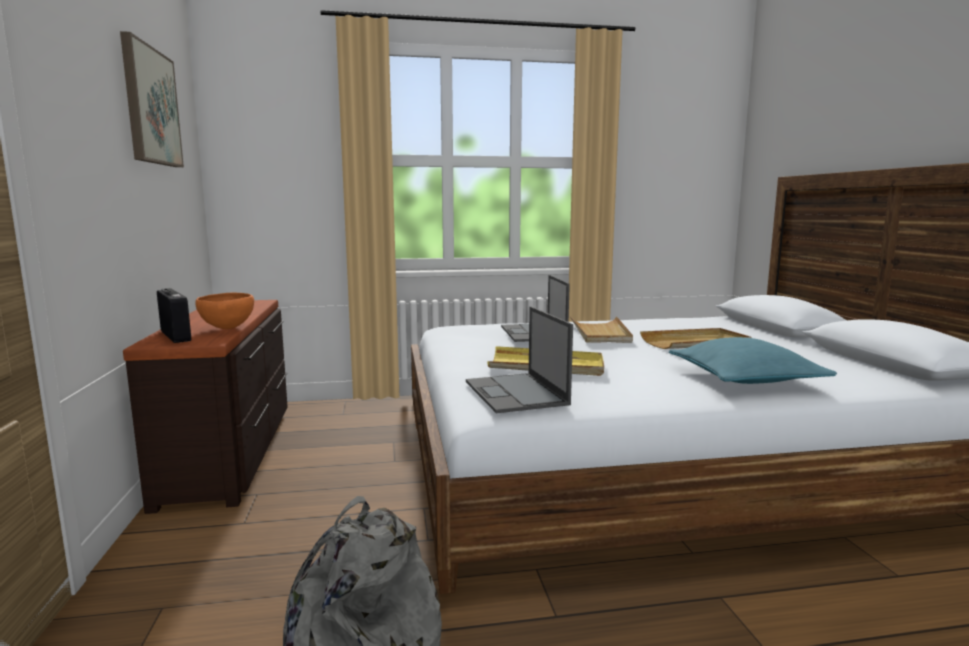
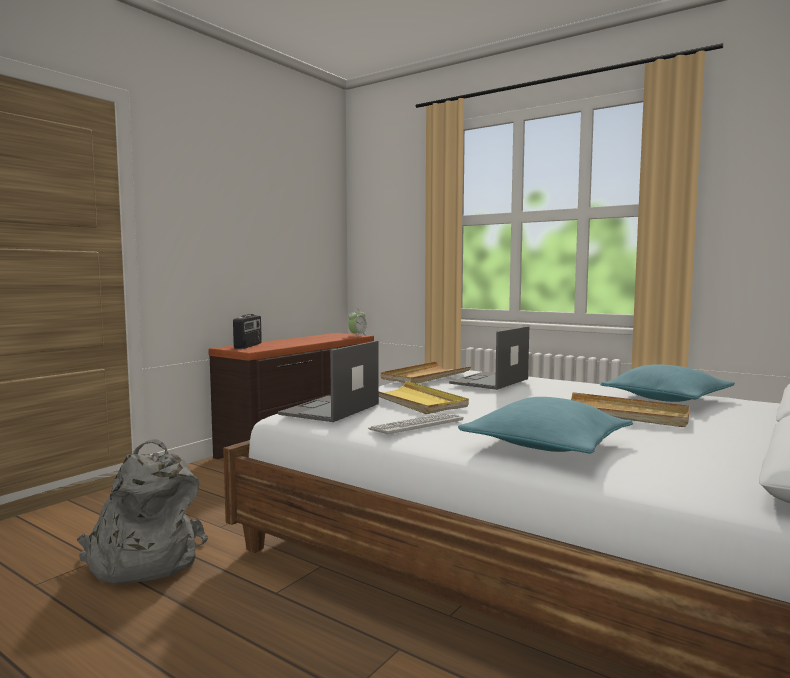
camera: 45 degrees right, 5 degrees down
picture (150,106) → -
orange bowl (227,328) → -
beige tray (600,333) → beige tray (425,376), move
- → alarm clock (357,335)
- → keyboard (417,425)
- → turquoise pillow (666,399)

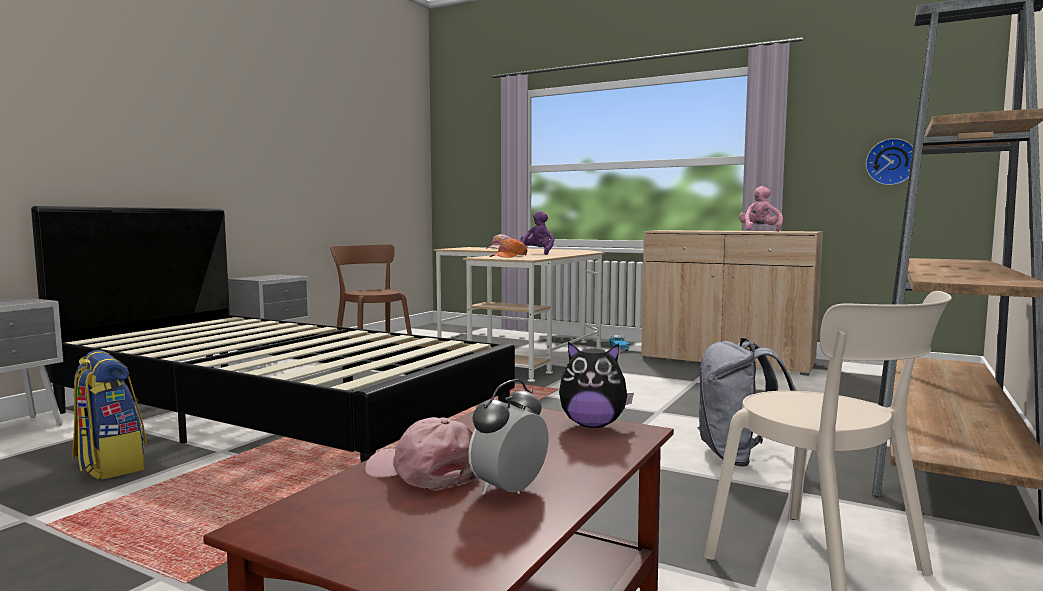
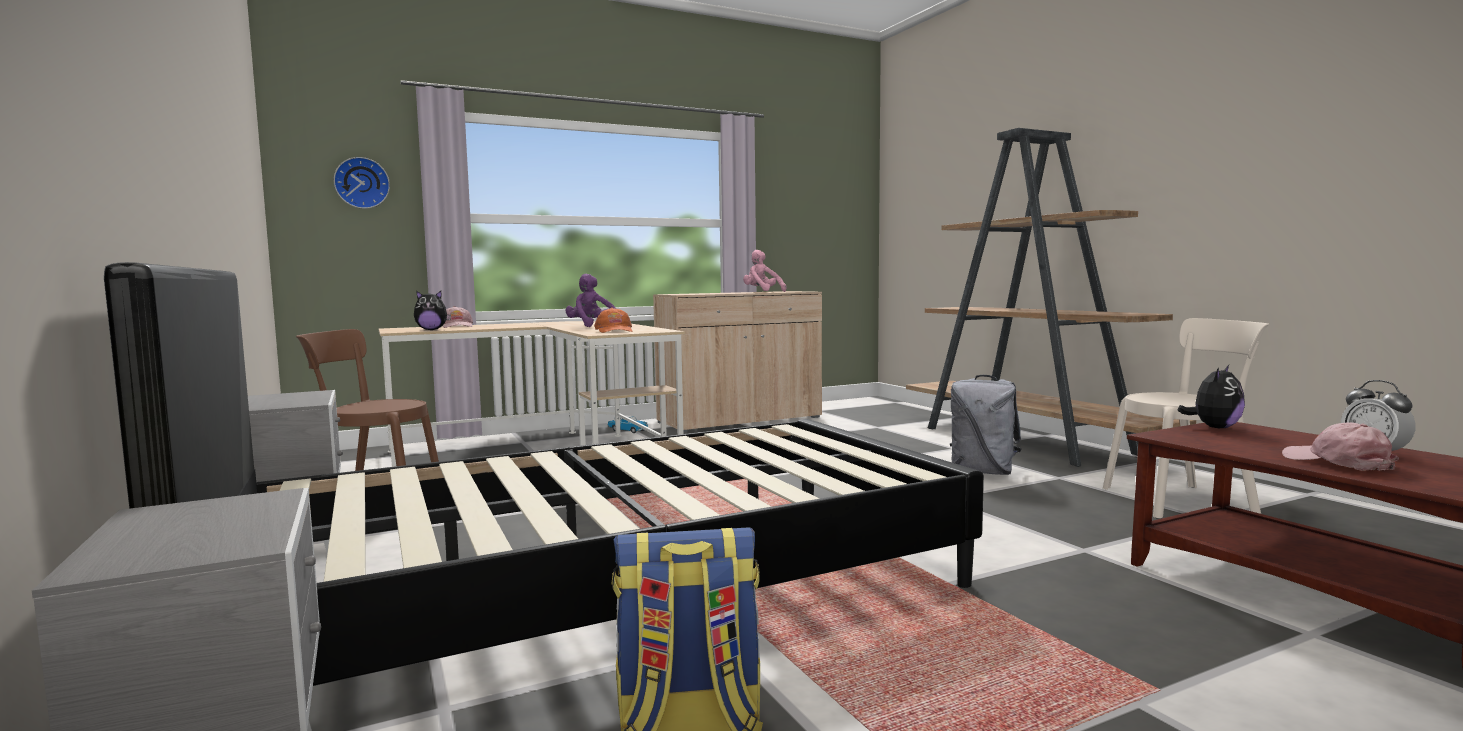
camera: 55 degrees left, 0 degrees up
pink cap (424,471) → pink cap (1338,462), 90 degrees clockwise
wall clock (891,162) → wall clock (362,183), move
- → plush toy (431,330)

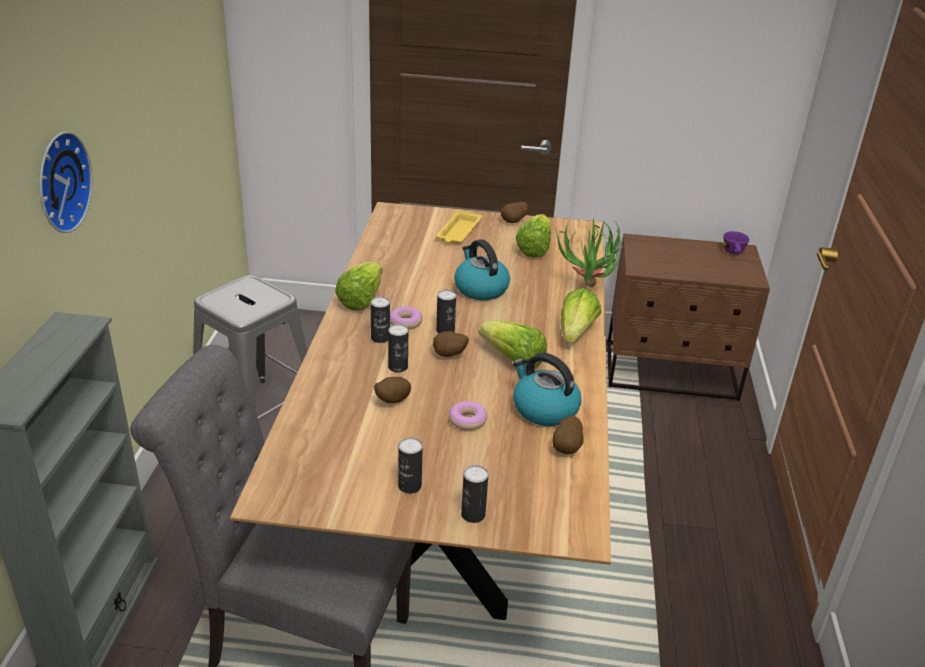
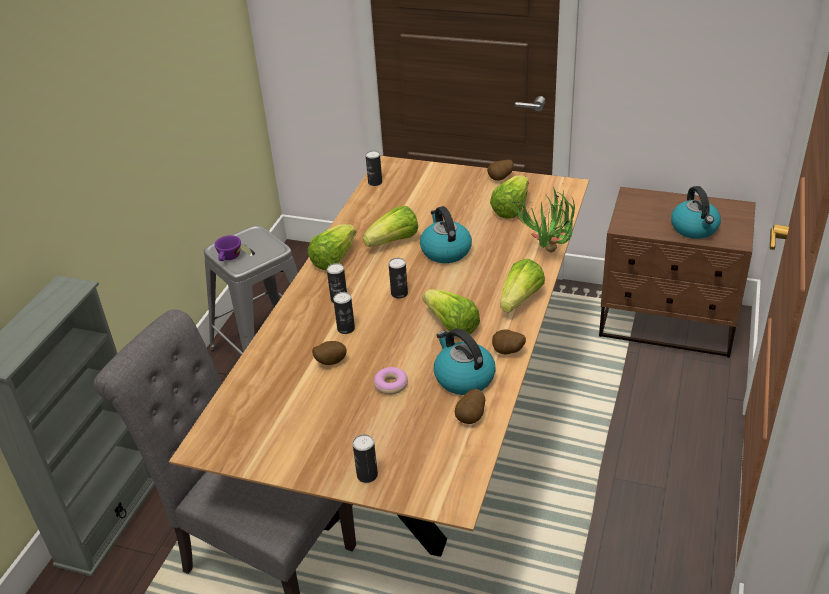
camera: 15 degrees right, 5 degrees up
wall clock (58,181) → -
donut (405,322) → -
can (409,486) → can (375,182), move
potato (449,356) → potato (507,352), move
yellow tray (458,232) → -
purple cup (734,253) → purple cup (229,258), move
- → lettuce (394,241)
- → kettle (695,229)

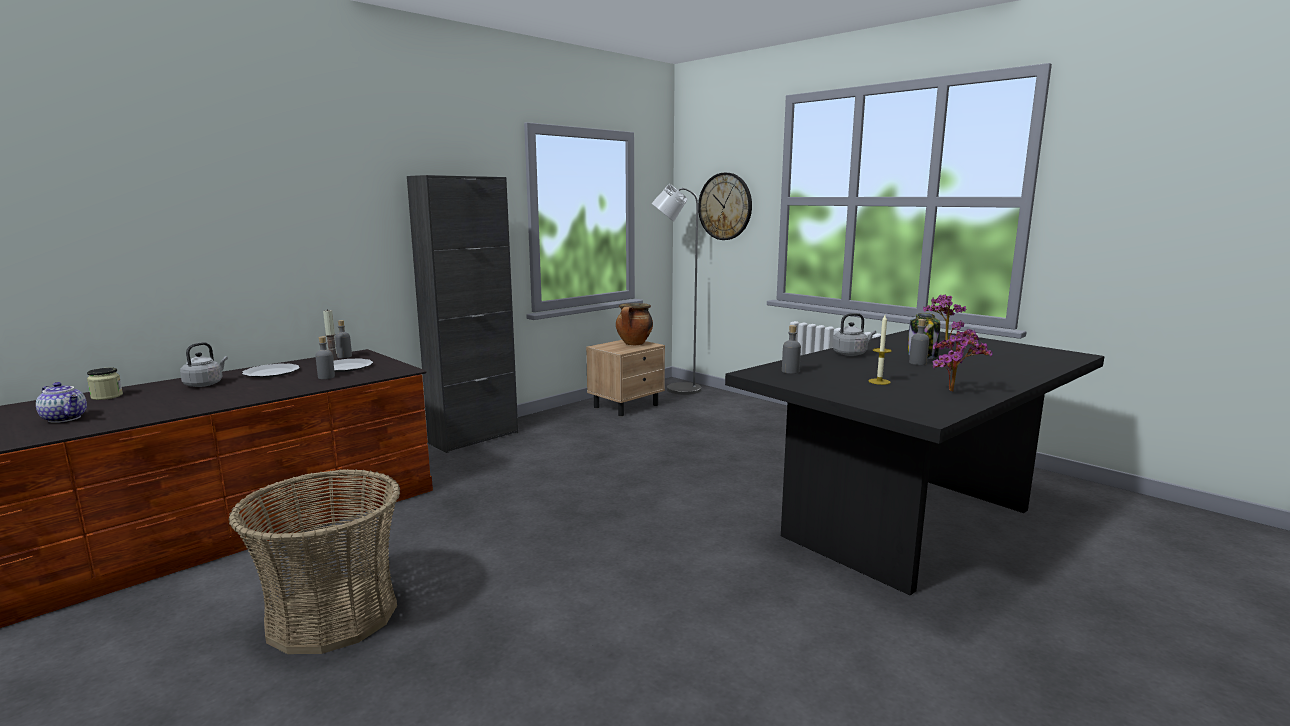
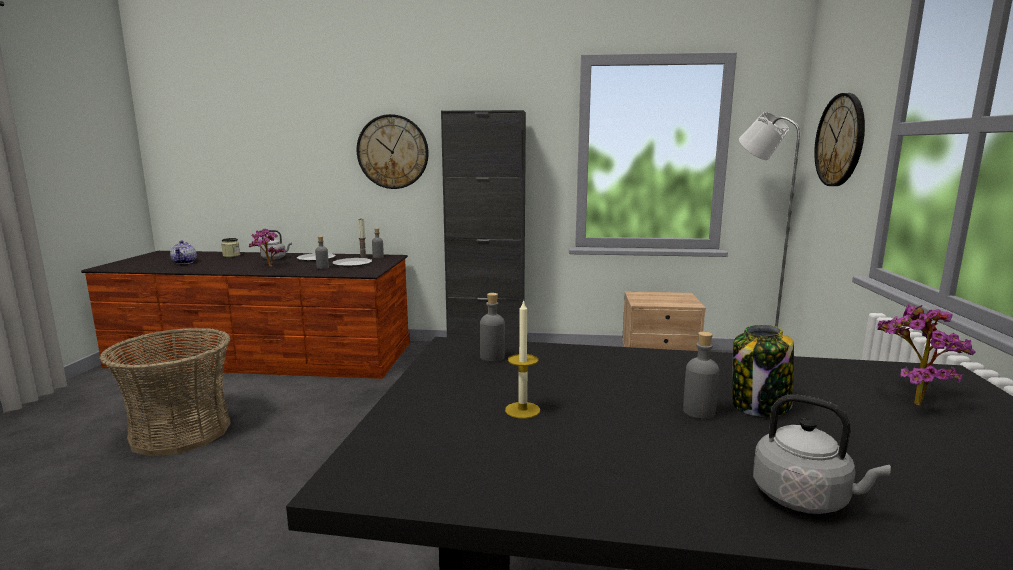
camera: 50 degrees right, 0 degrees up
cooking pot (634,344) → -
grey kettle (851,354) → grey kettle (805,499), move
potted plant (955,392) → potted plant (268,267), move
- → wall clock (393,152)

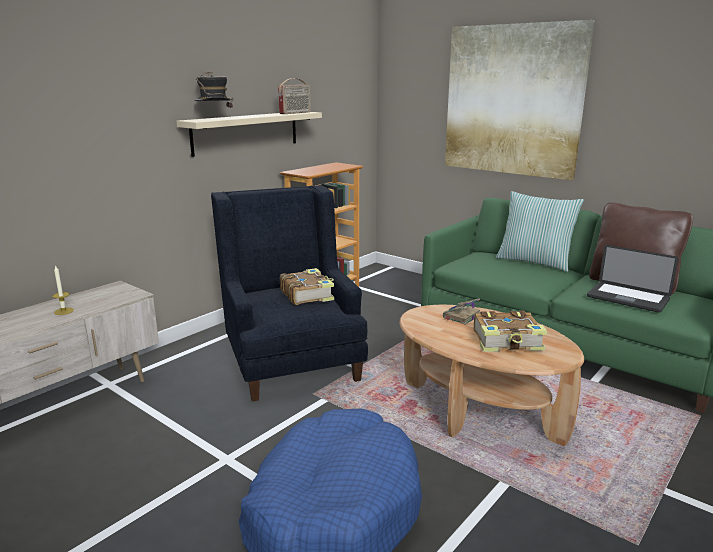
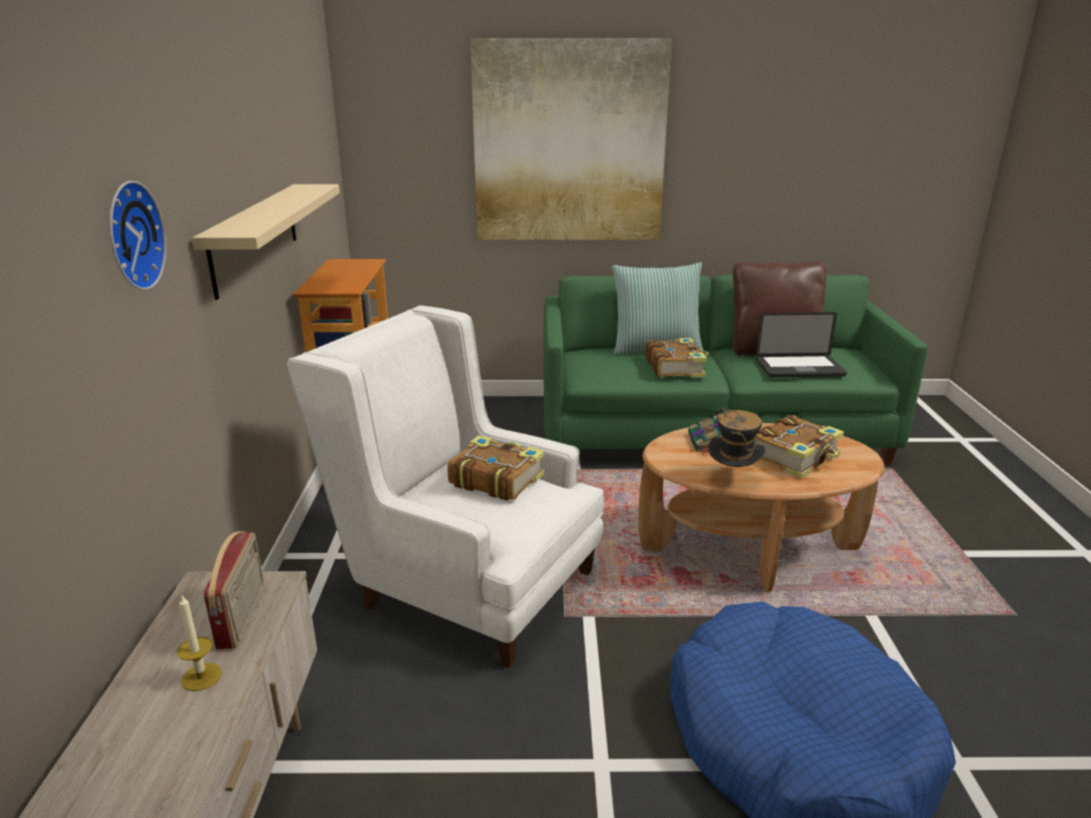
camera: 40 degrees left, 5 degrees up
hat (215,119) → hat (733,478), move
blue armchair (290,359) → white armchair (464,582)
radio (295,113) → radio (243,616), move
- → wall clock (130,236)
- → book (675,367)

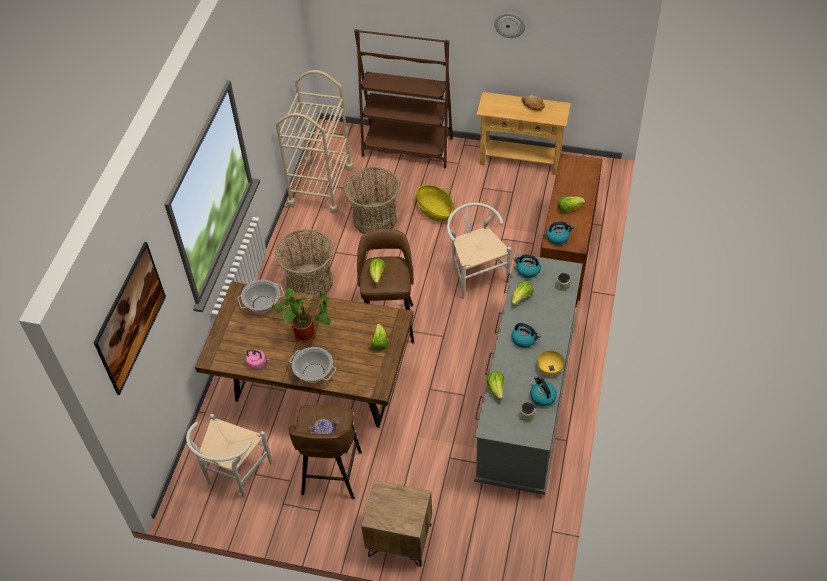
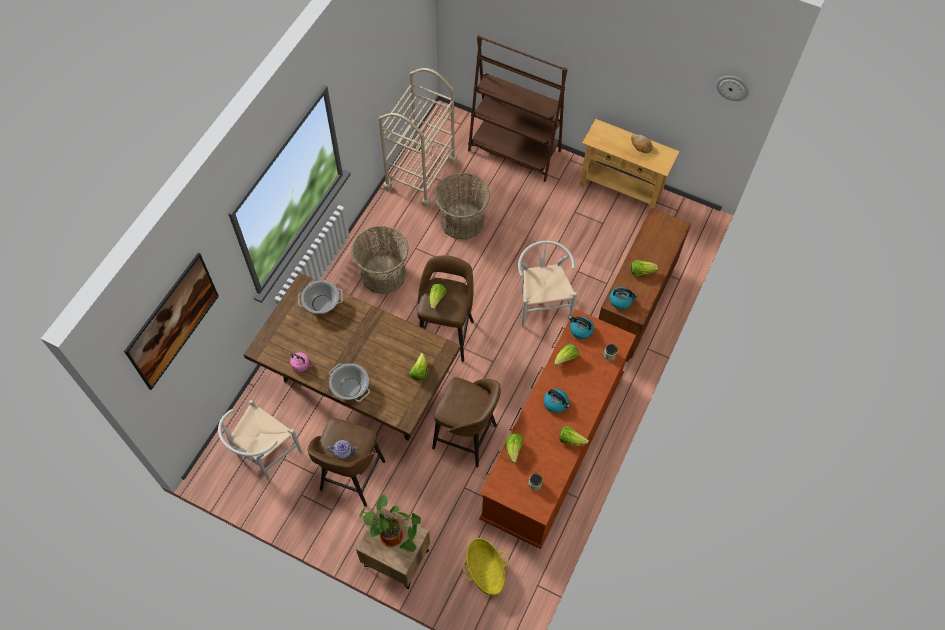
camera: 10 degrees right, 10 degrees up
potted plant (307,334) → potted plant (394,536), move
basket (435,211) → basket (485,570), move
grey dresser (526,399) → brown dresser (552,446)
wall clock (509,24) → wall clock (733,87), move
kettle (542,396) → -
yellow bowl (549,368) → lettuce (571,439)
- → brown stool (466,438)

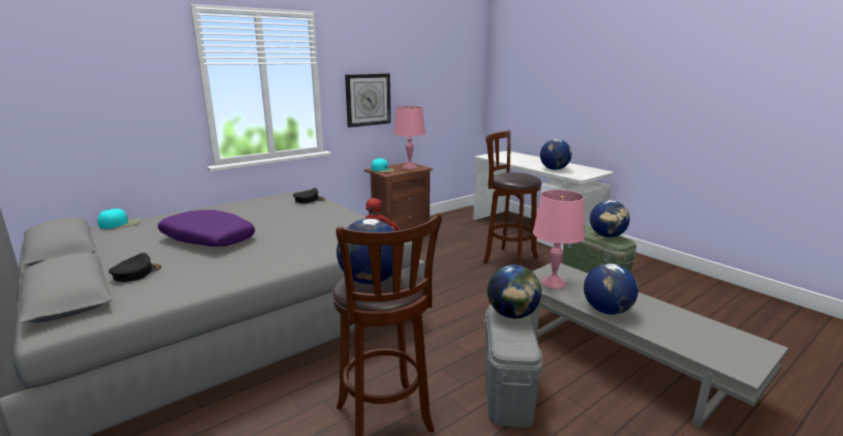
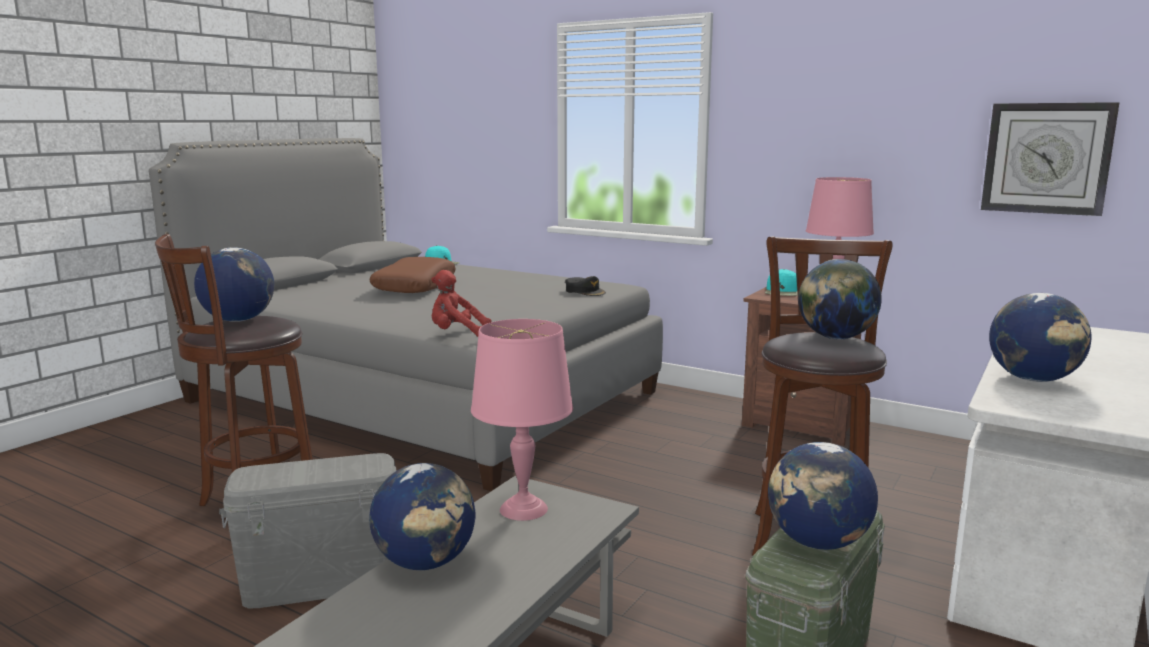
camera: 70 degrees right, 5 degrees down
black cap (136,273) → -
purple pillow (207,239) → brown pillow (414,287)
wall clock (368,99) → wall clock (1047,158), move
globe (512,315) → globe (835,338), move

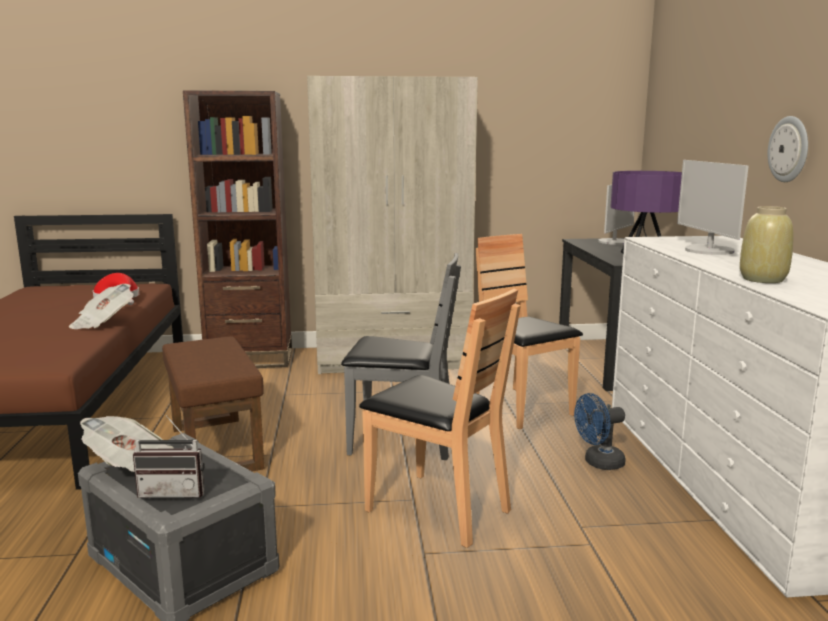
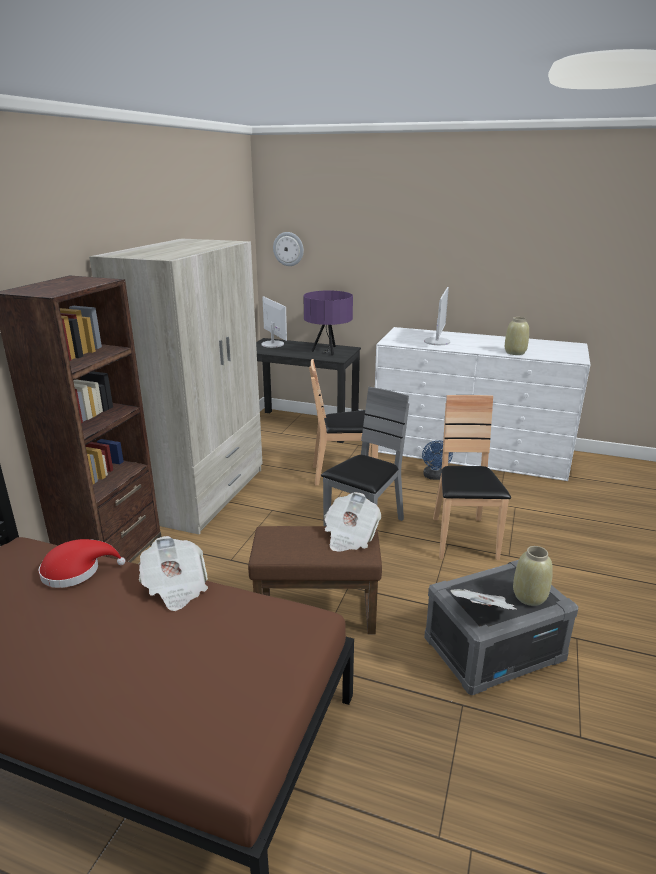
camera: 65 degrees left, 10 degrees up
radio (174,491) → beige vase (529,596)
brown chair (437,509) → brown chair (463,538), 60 degrees counterclockwise
monitor (708,251) → monitor (437,341), 90 degrees counterclockwise
wall clock (789,149) → wall clock (288,249), move
- → newspaper (350,536)

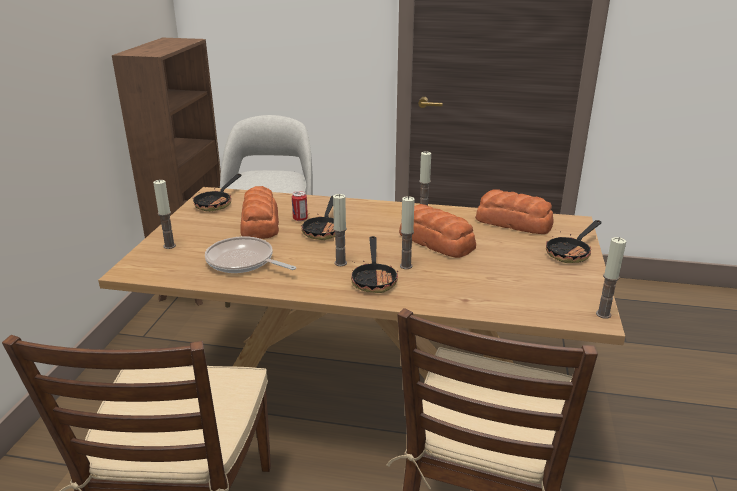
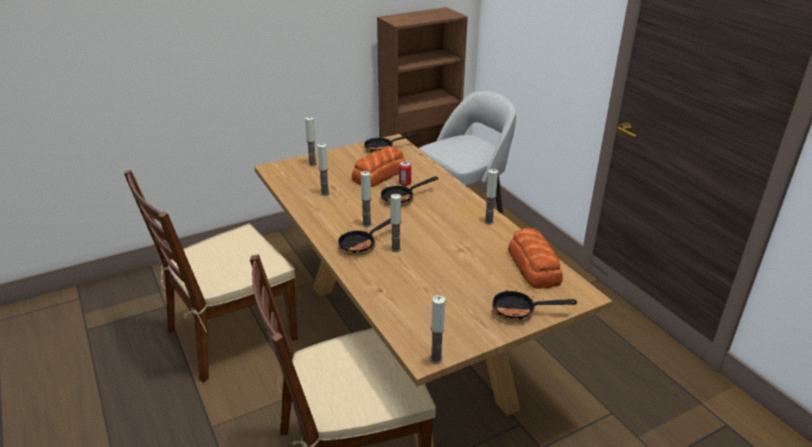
camera: 50 degrees right, 5 degrees up
frying pan (243,262) → candle (325,193)
bread (437,242) → -

